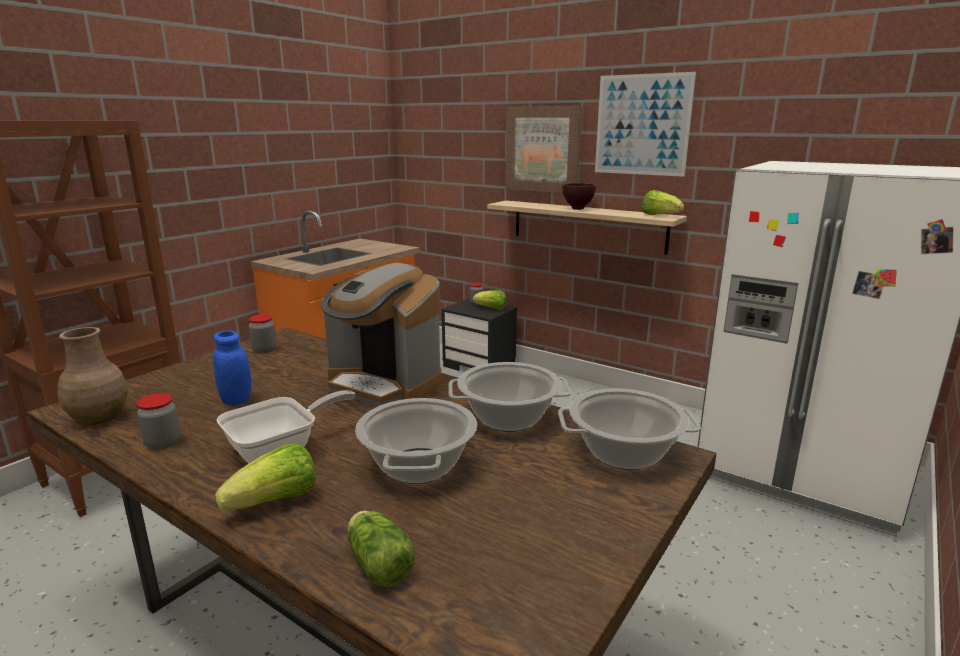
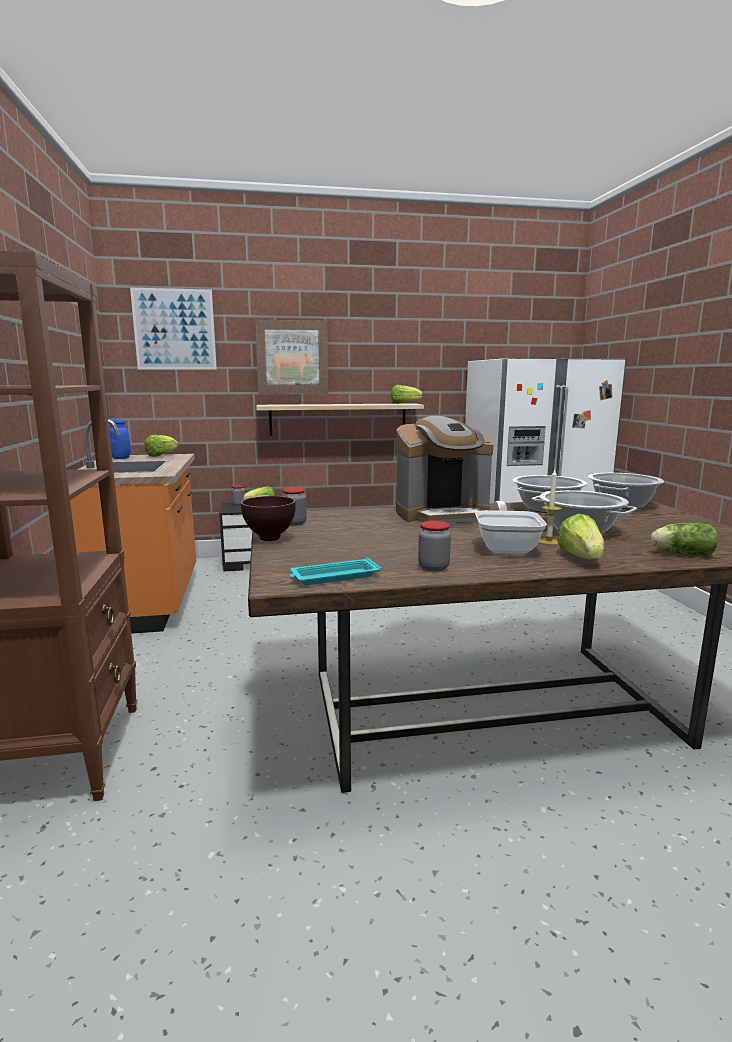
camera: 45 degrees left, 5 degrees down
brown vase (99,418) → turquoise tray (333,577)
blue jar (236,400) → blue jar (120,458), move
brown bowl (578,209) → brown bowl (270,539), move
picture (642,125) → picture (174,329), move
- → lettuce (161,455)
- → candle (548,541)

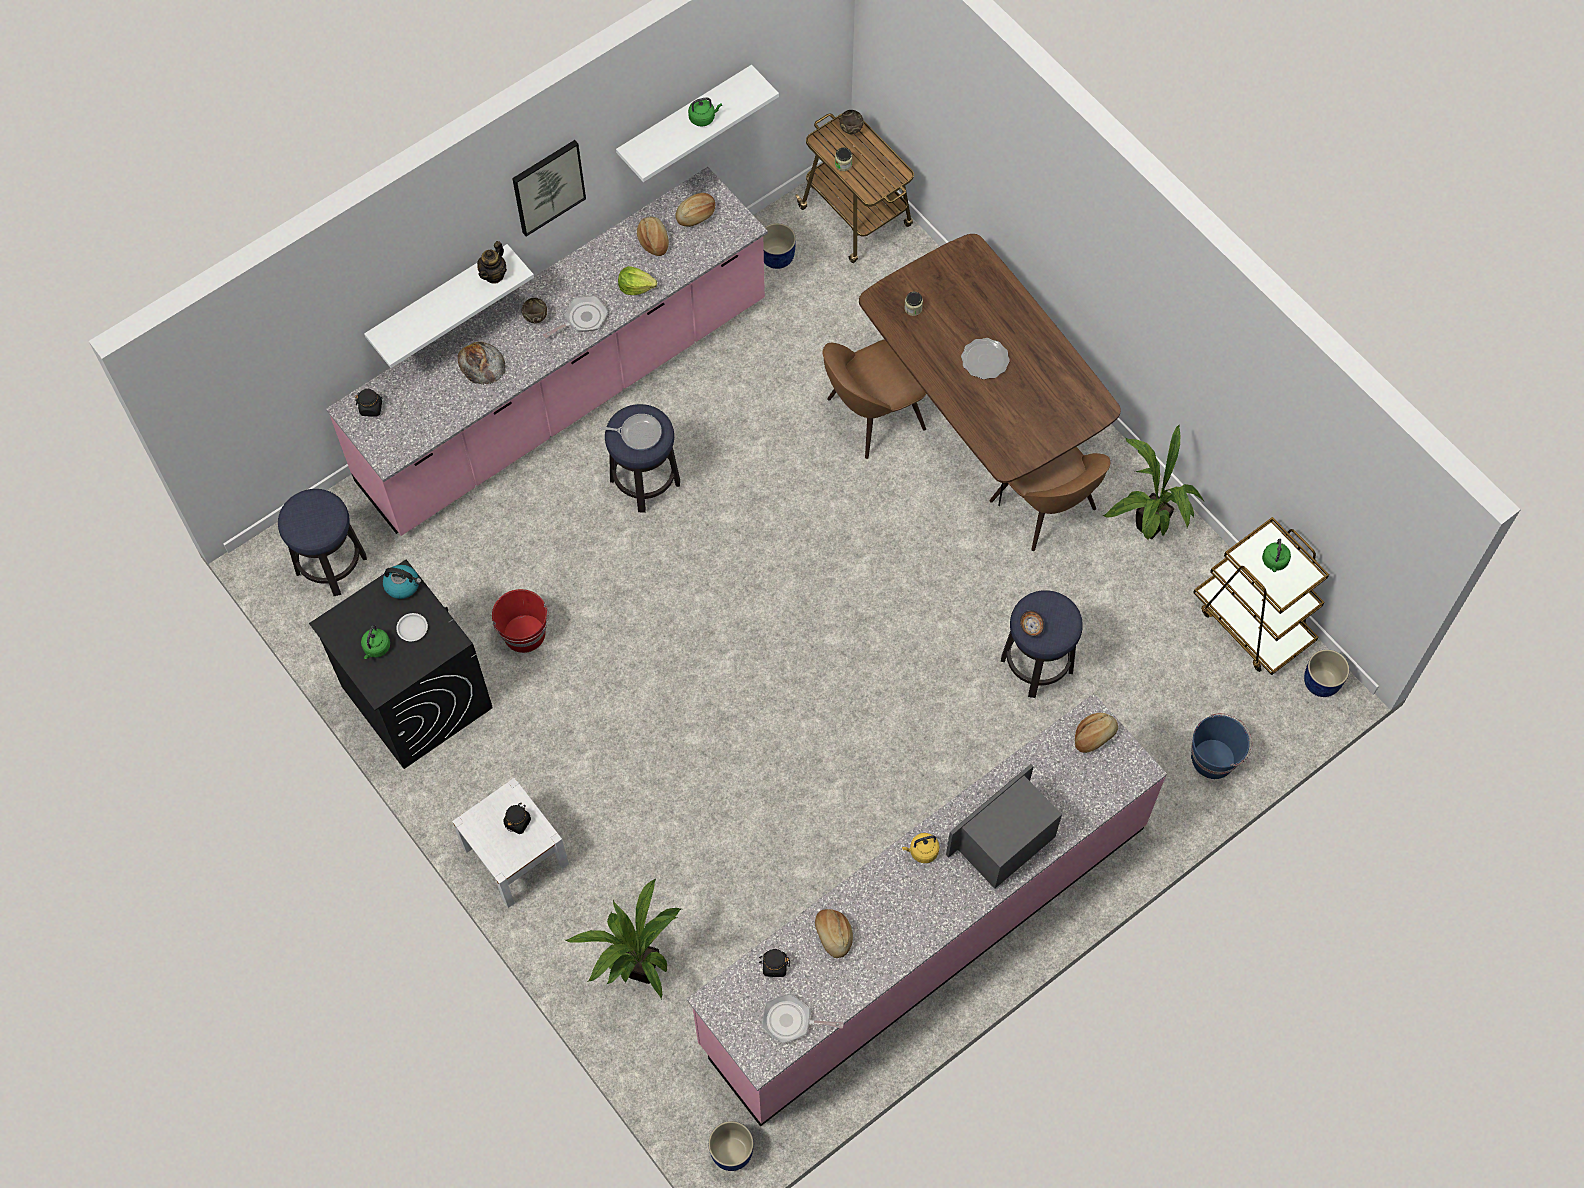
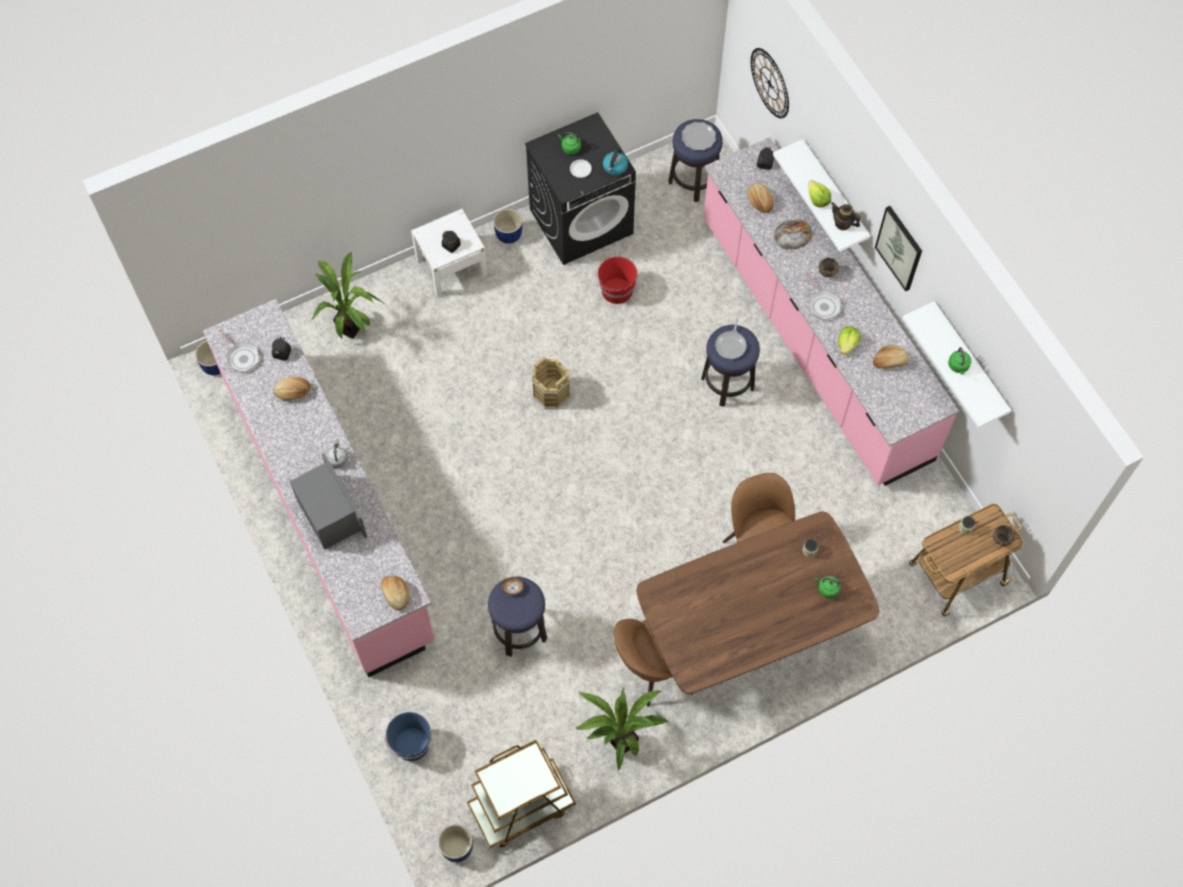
camera: 100 degrees right, 0 degrees up
bread (696,215) → bread (759,201), move
frying pan (791,1021) → frying pan (241,357), 120 degrees clockwise
blue planter (777,257) → blue planter (508,234), move
yellow kettle (922,851) → grey kettle (337,459)
plate (985,360) → plate (698,137), move
green kettle (1274,562) → green kettle (827,589), move
- → brown bucket (551,393)
- → wall clock (769,83)
- → lettuce (817,199)

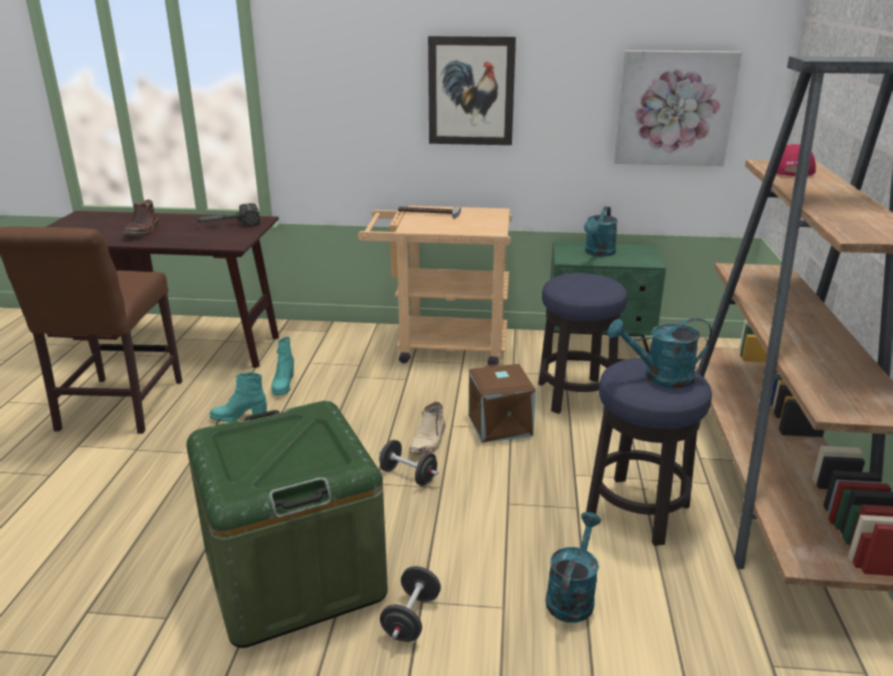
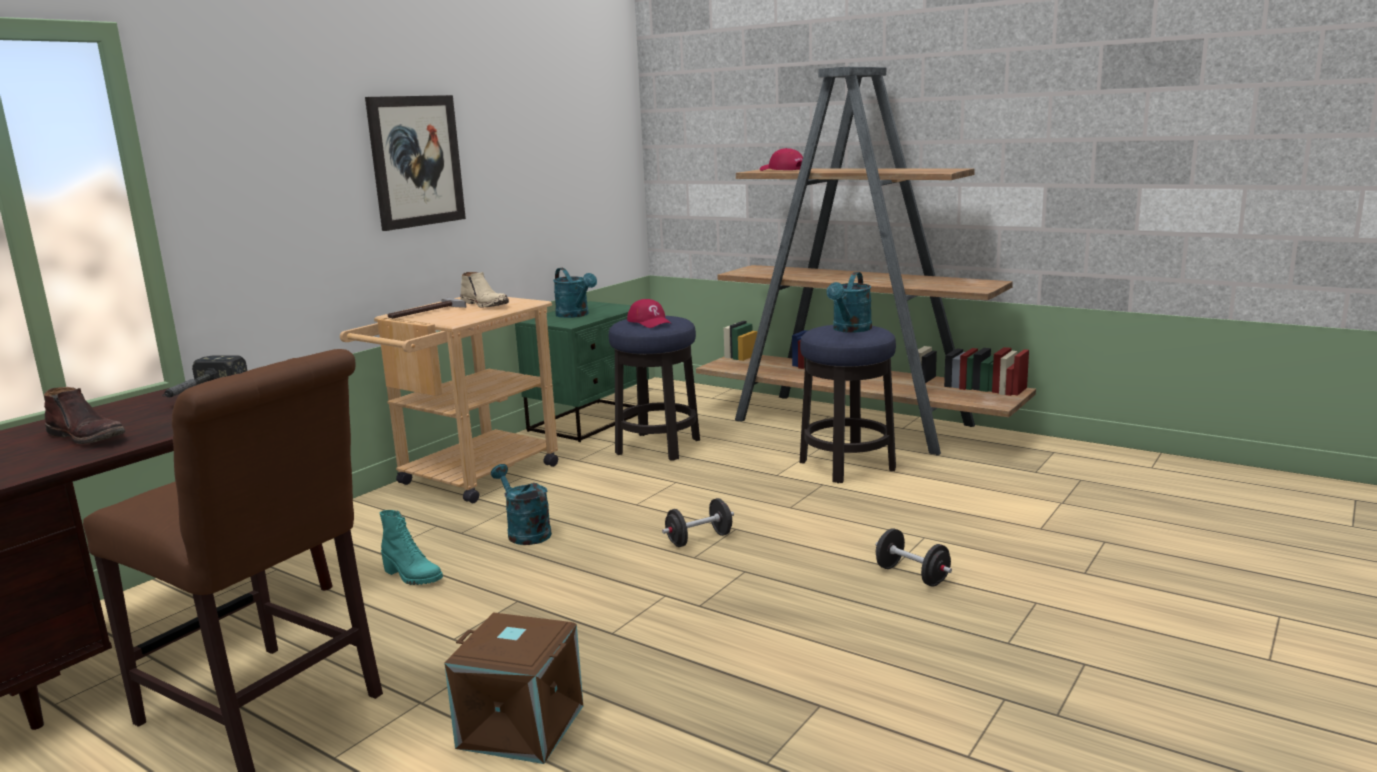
camera: 60 degrees left, 10 degrees down
green storage box (294,574) → -
turquoise boot (239,416) → -
beige boot (428,441) → beige boot (486,304), move
brown storage box (501,425) → brown storage box (523,725), move
turquoise watering can (572,595) → turquoise watering can (524,532), move
picture (674,108) → -
- → red cap (650,322)

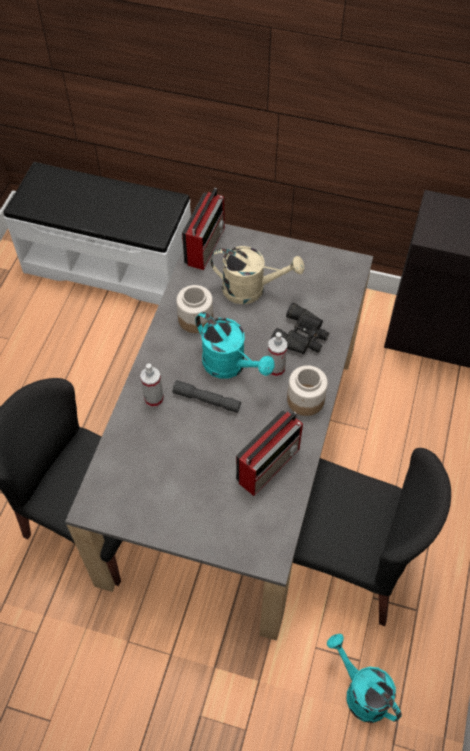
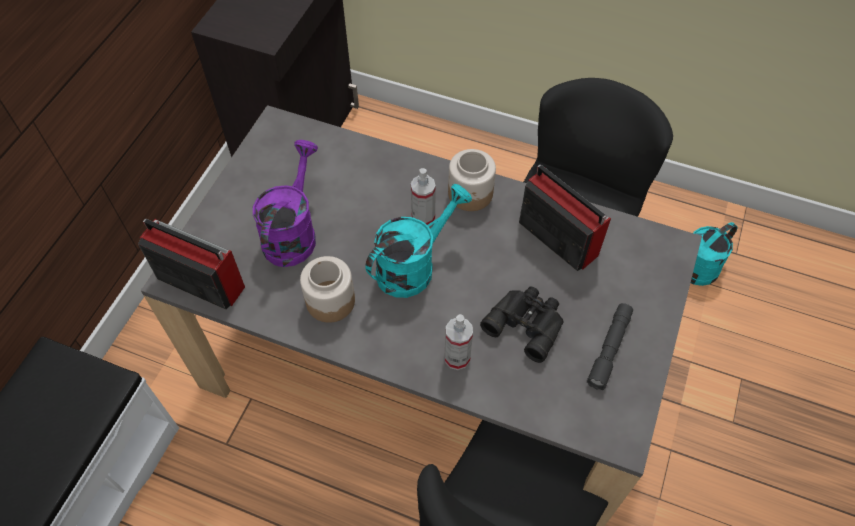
camera: 85 degrees left, 0 degrees up
grey flashlight (207,400) → grey flashlight (609,349), move
beige watering can (251,289) → purple watering can (292,233)
black binoculars (302,336) → black binoculars (526,322), move

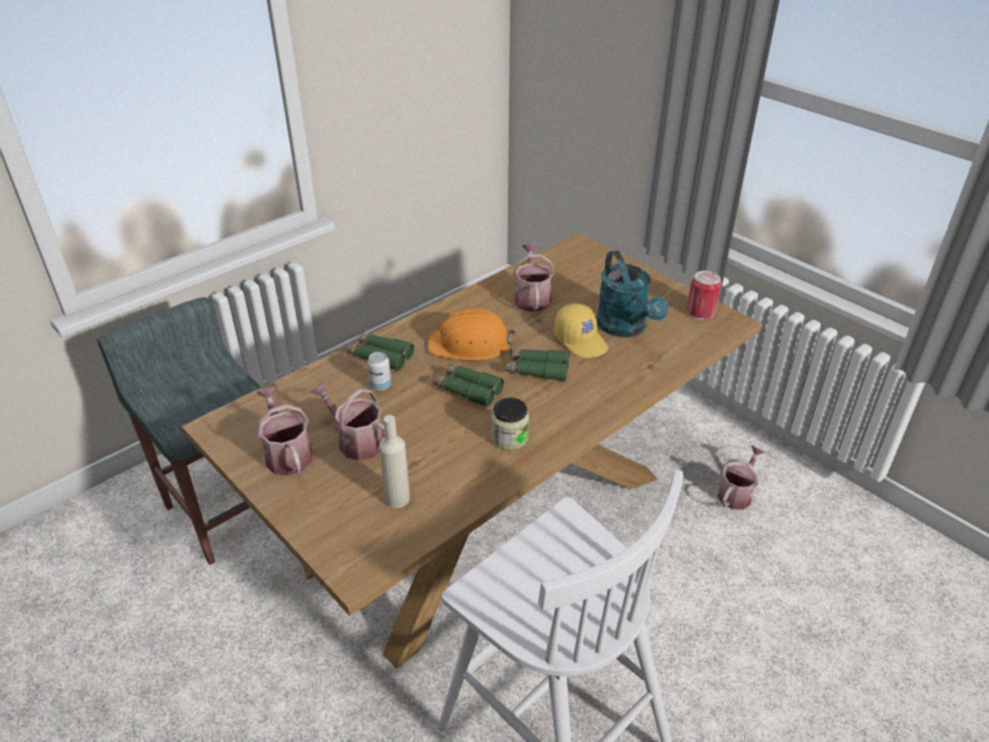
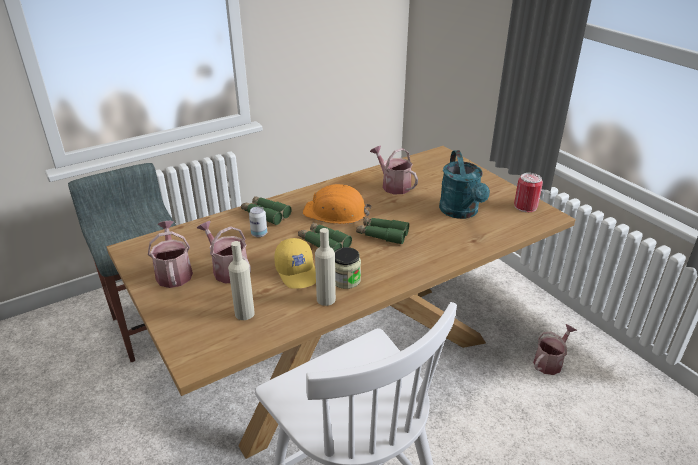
camera: 10 degrees right, 5 degrees down
watering can (532,298) → watering can (393,185), 45 degrees counterclockwise
yellow cap (581,340) → yellow cap (297,272), move
- → beige bottle (326,299)

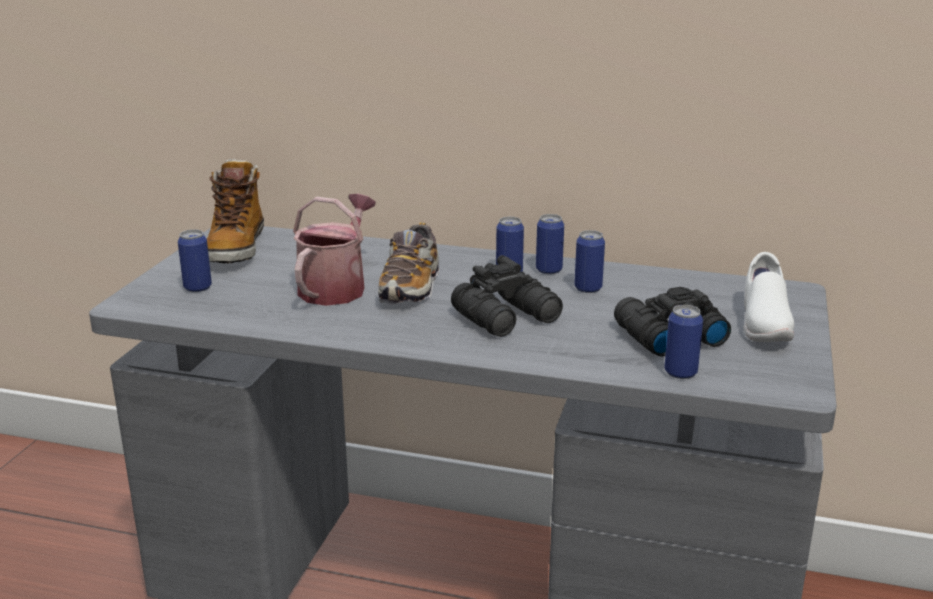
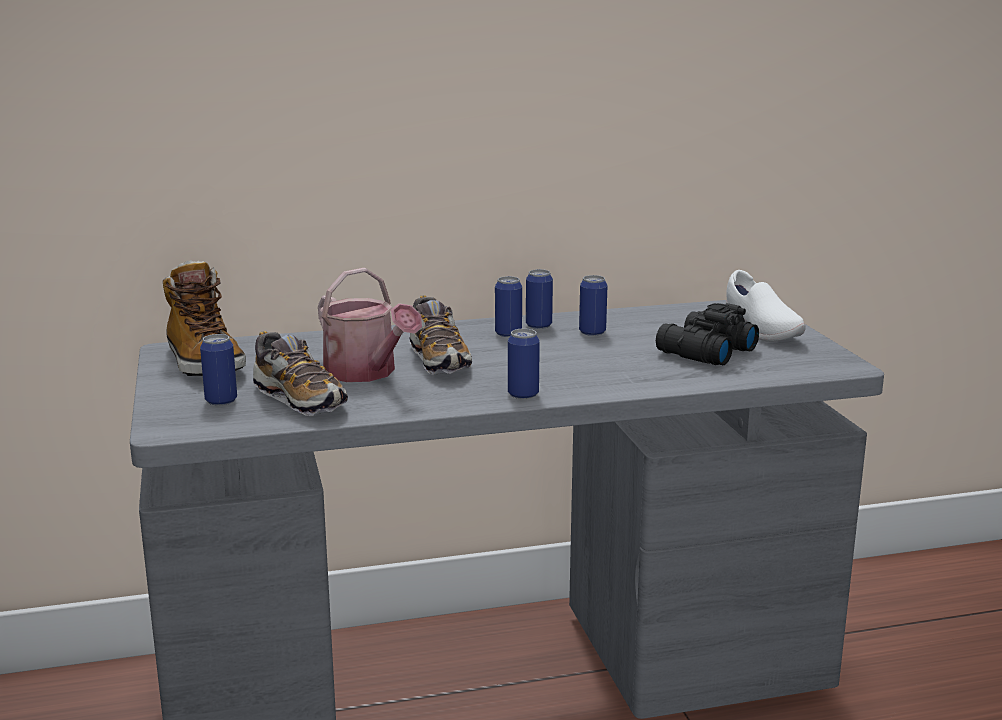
camera: 30 degrees left, 5 degrees down
watering can (336,287) → watering can (366,373), 150 degrees clockwise
black binoculars (509,317) → -
can (680,372) → can (523,394), move
- → shoe (299,399)

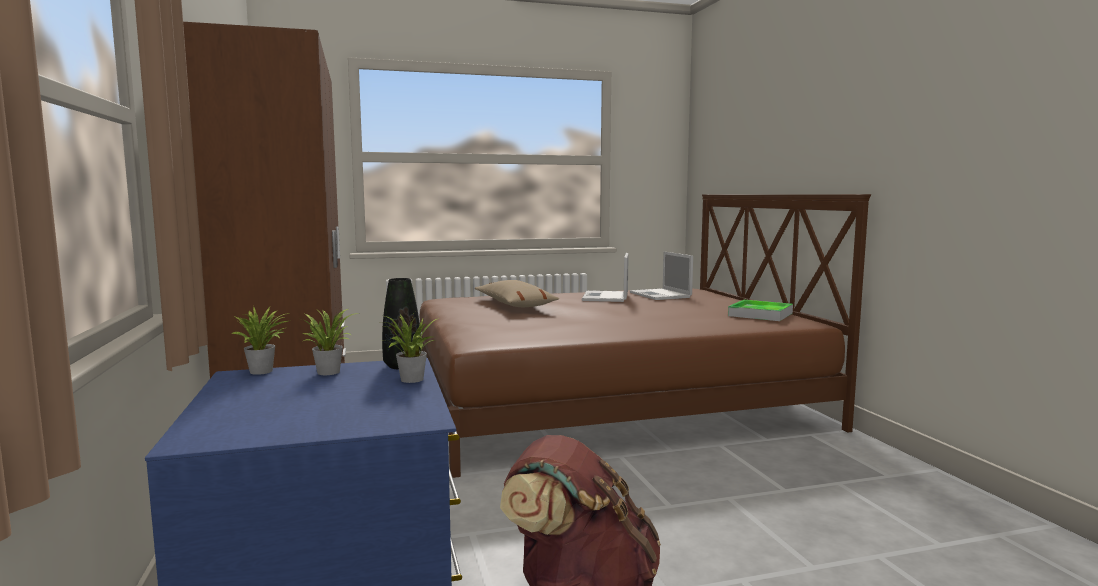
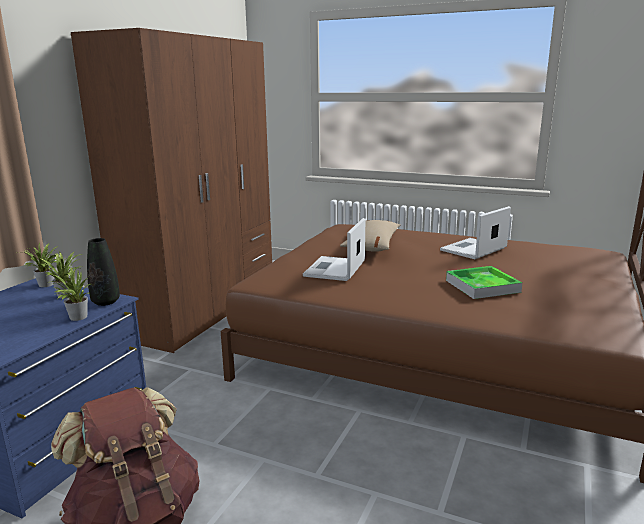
camera: 40 degrees right, 10 degrees up
laptop (661,295) → laptop (334,269), move
tray (760,314) → tray (482,286), move

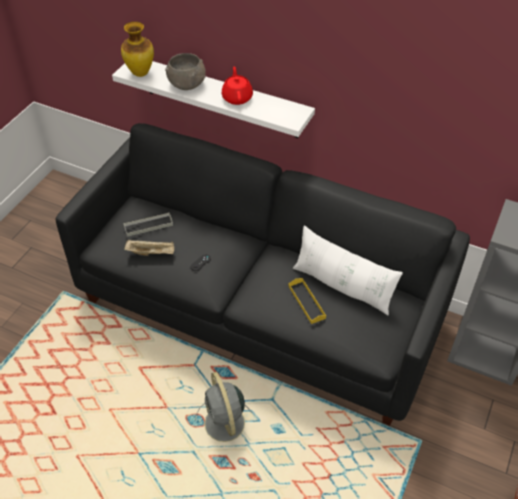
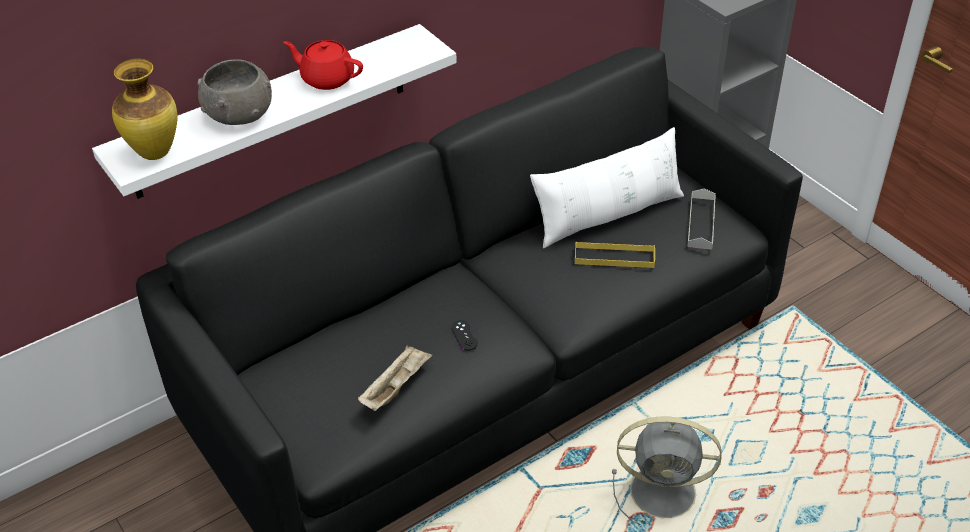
camera: 60 degrees left, 5 degrees down
grey tray (148,226) → grey tray (701,222), move

